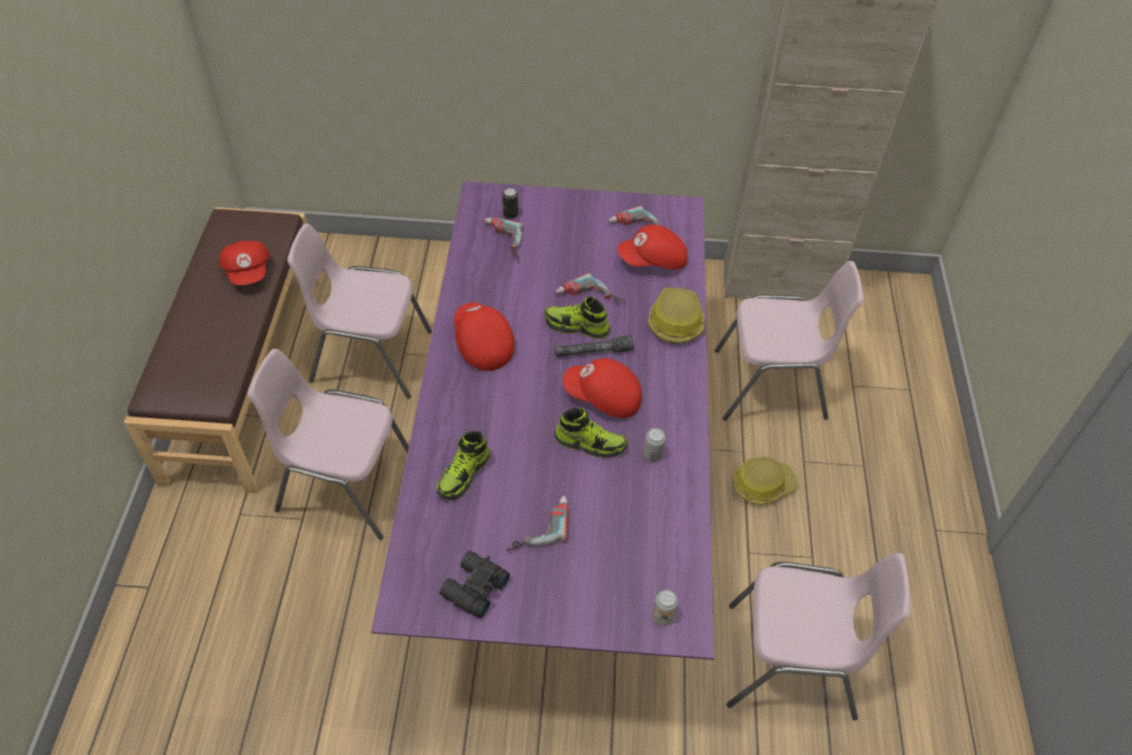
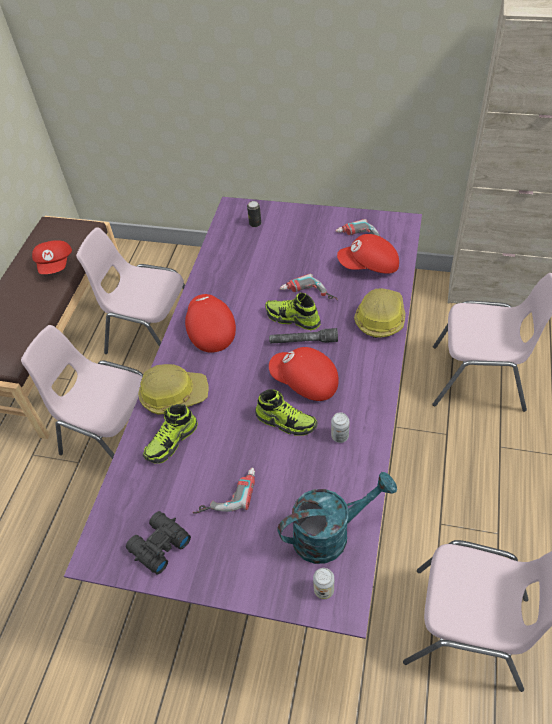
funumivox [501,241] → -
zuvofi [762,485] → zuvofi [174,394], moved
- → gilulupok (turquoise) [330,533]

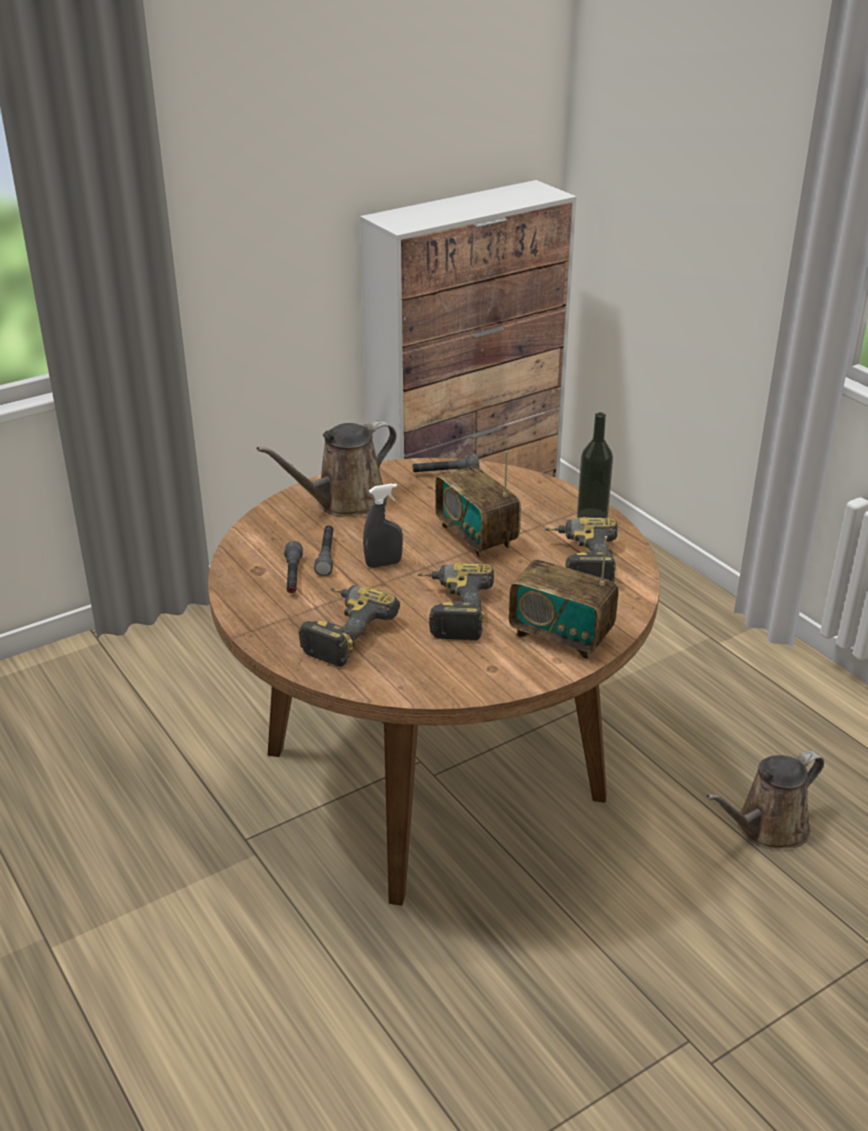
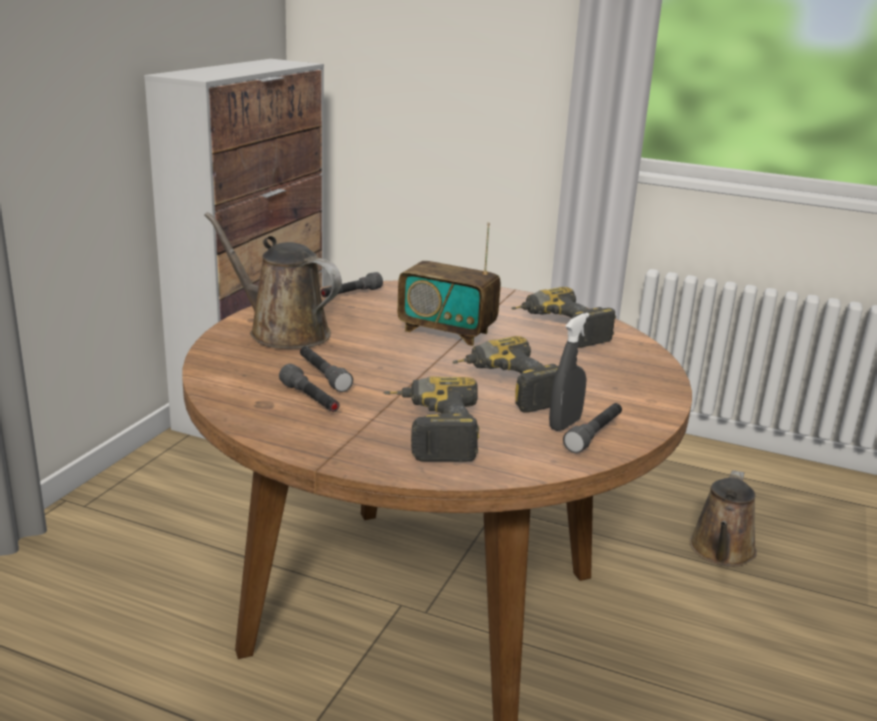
gilulupok (brown) [344,502] → gilulupok (brown) [283,332], 105 degrees clockwise
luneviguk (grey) [383,564] → luneviguk (grey) [565,424], moved
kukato [561,636] → -
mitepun [592,516] → -
- → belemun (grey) [594,435]

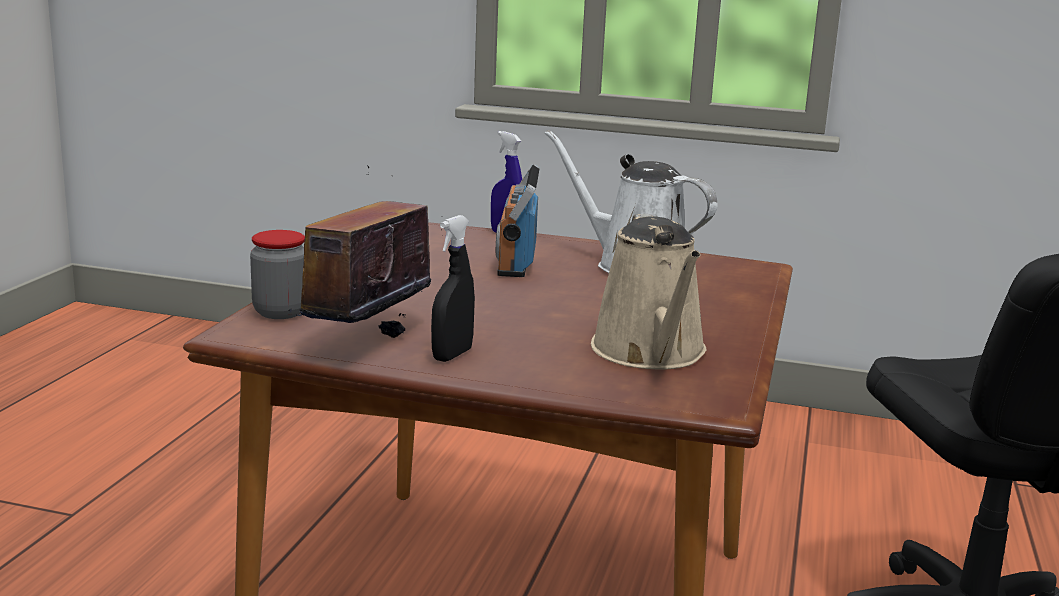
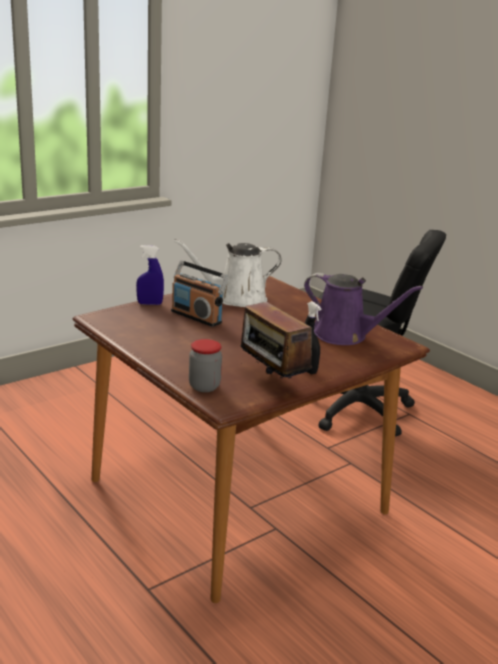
gilulupok (beige) [651,353] → gilulupok (purple) [344,335]

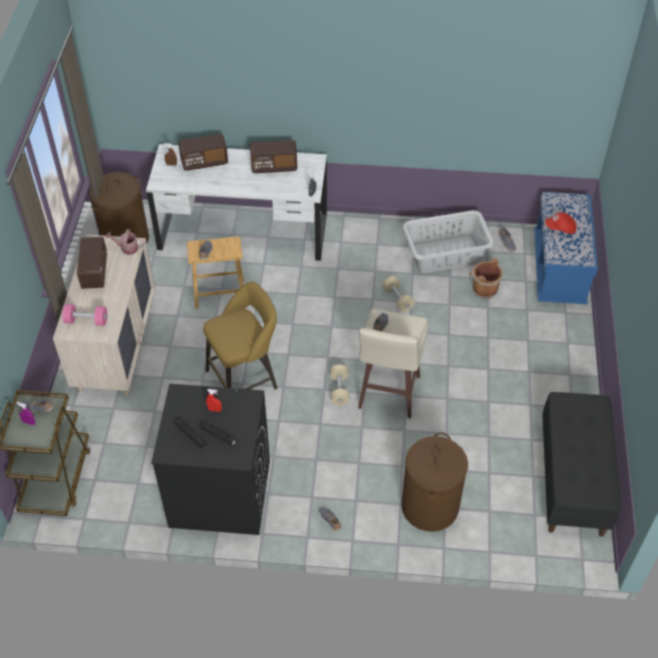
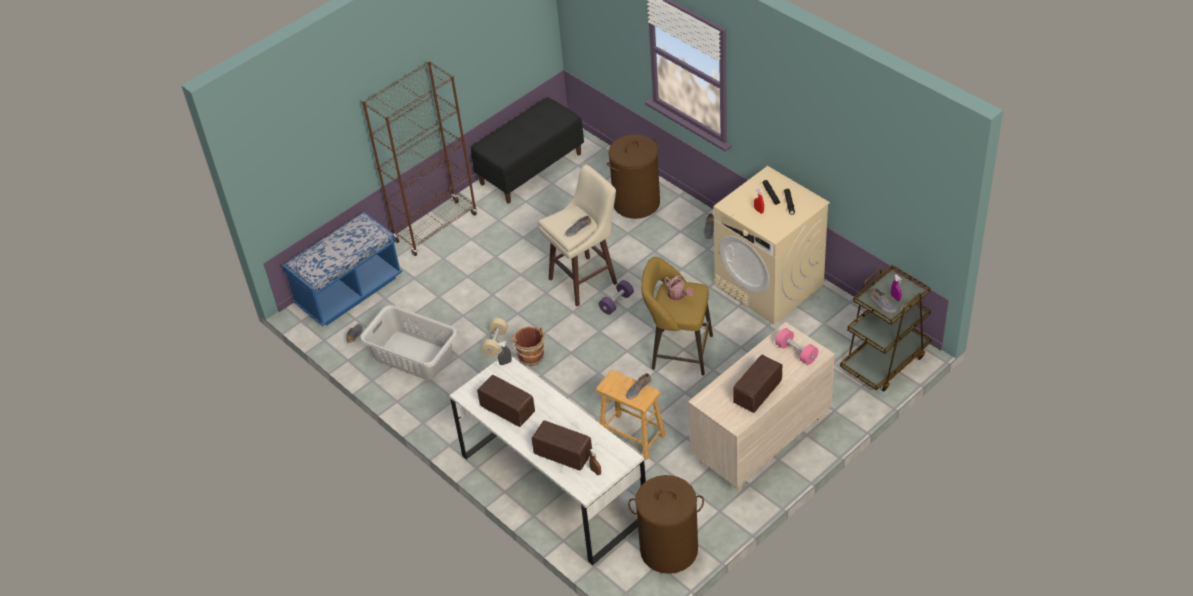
gilulupok [127,248] → gilulupok [678,295], moved
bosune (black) [219,493] → bosune (beige) [769,285]
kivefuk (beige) [339,390] → kivefuk (purple) [616,303]
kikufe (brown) [483,289] → kikufe (brown) [531,357], moved
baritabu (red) [560,228] → -
- → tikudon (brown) [435,228]

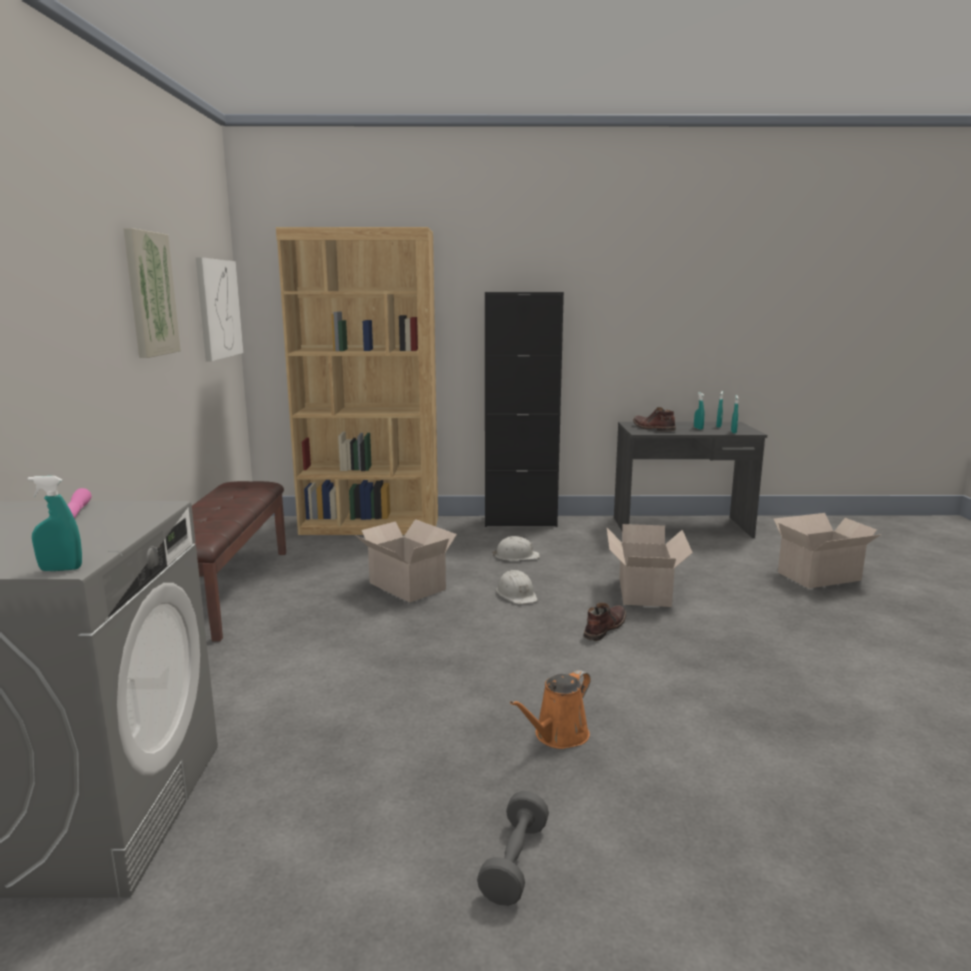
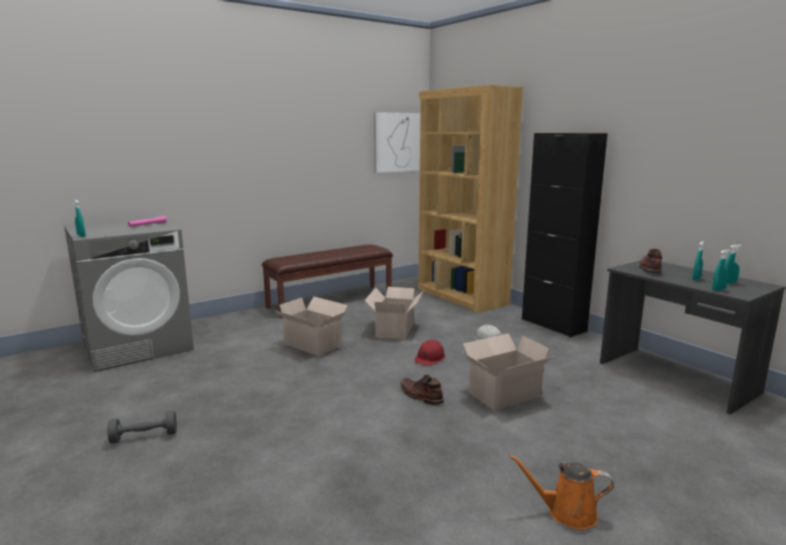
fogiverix [150,294] → -
zuvofi (white) [516,594] → zuvofi (red) [430,358]
gilulupok (orange) [558,736] → gilulupok (orange) [567,512], moved
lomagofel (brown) [604,628] → lomagofel (brown) [420,396], 135 degrees counterclockwise
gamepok [821,576] → gamepok [313,345], moved

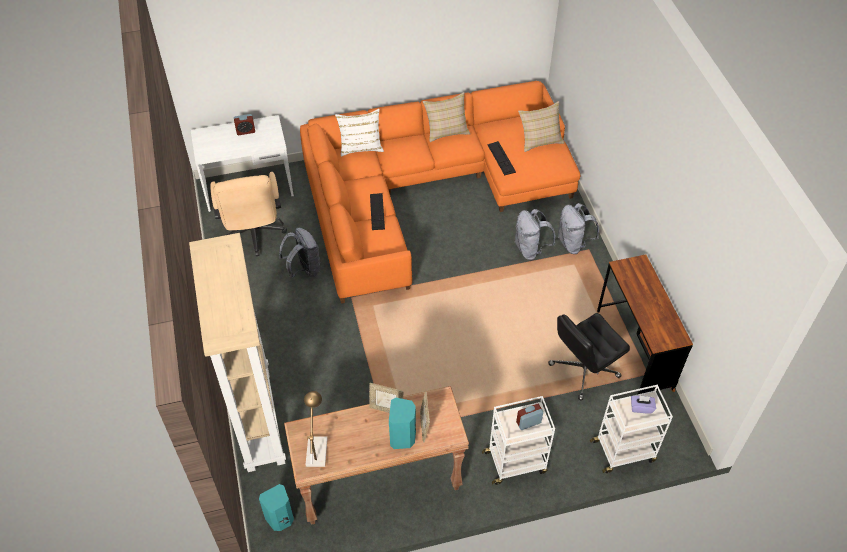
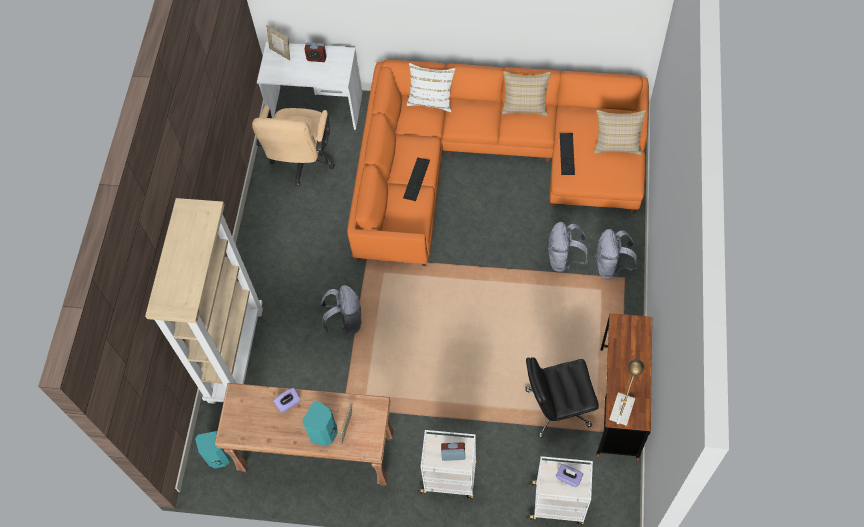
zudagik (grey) [304,269] → zudagik (grey) [345,322], moved
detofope [316,447] → detofope [622,405], moved
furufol [386,409] → furufol [281,53], moved
- → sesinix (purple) [288,403]

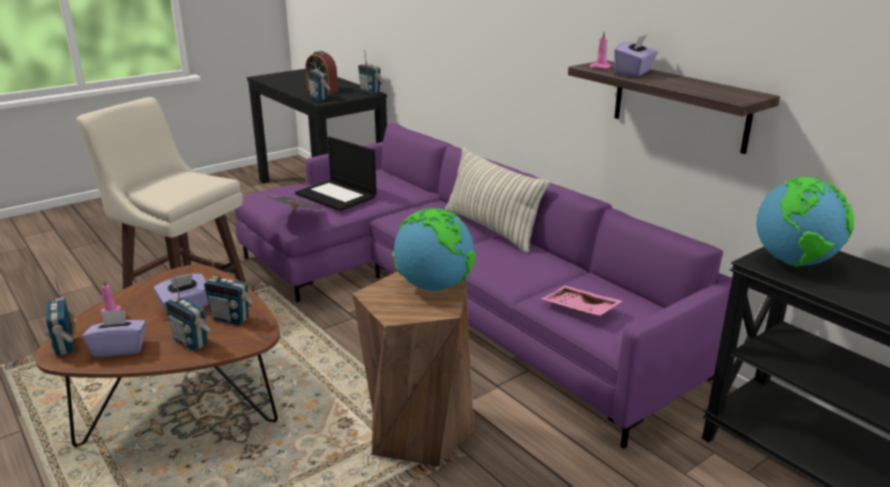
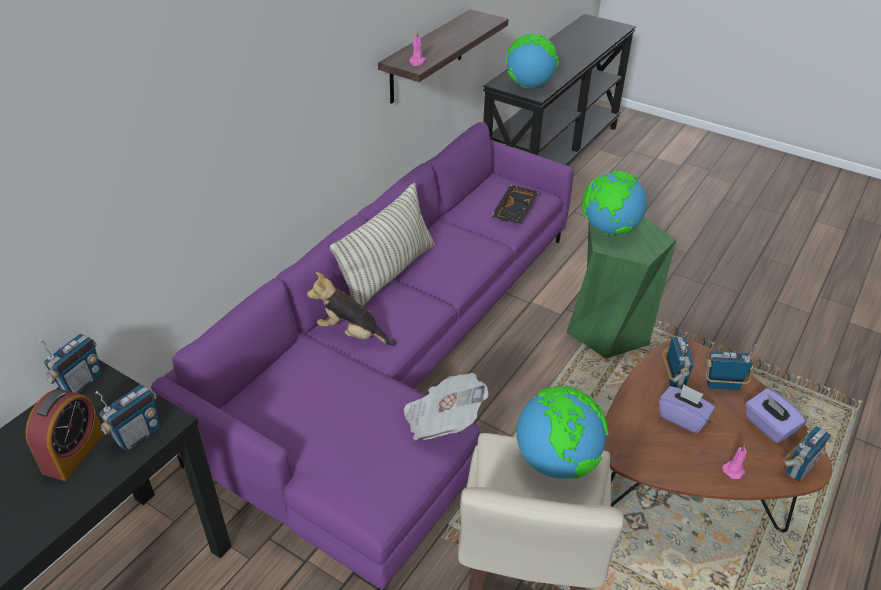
kukato [191,342] → kukato [722,385], 105 degrees counterclockwise
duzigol [337,195] → -
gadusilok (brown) [417,431] → gadusilok (green) [608,330]
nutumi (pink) [579,310] → nutumi (black) [515,210]
sesinix (purple) [634,72] → -
- → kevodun [352,334]
- → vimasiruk [556,461]

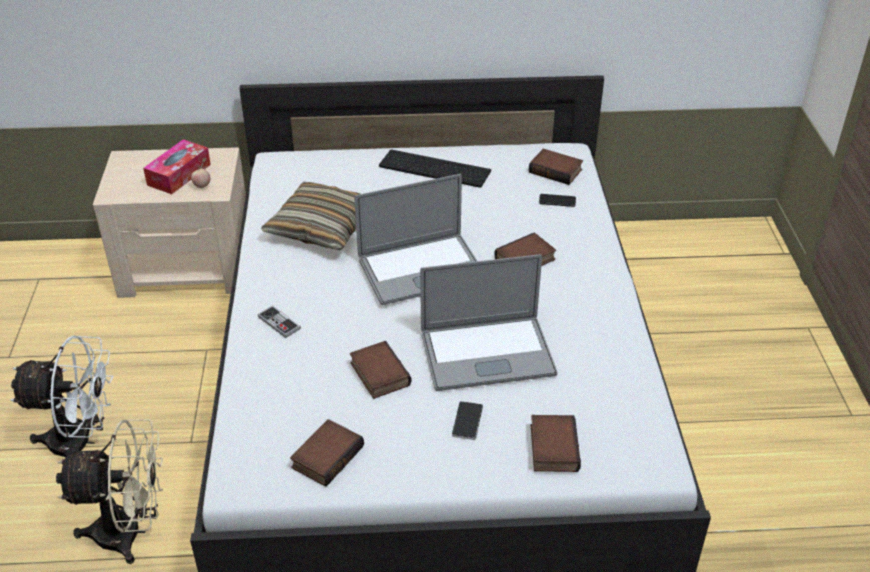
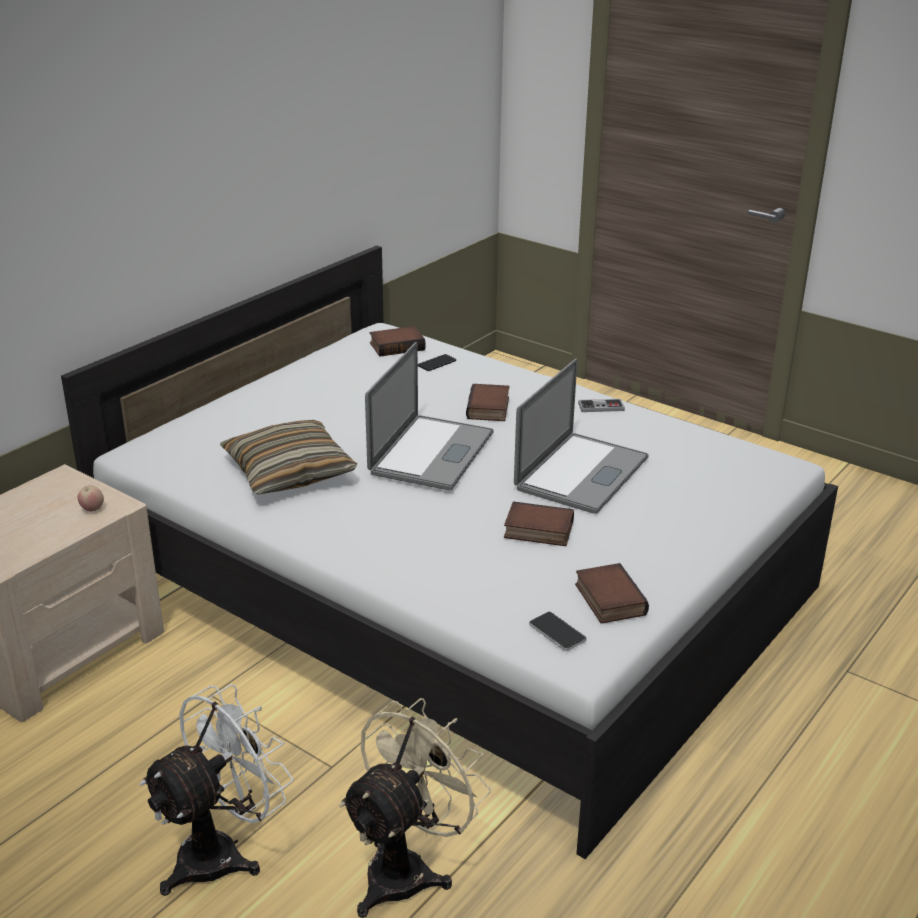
sesinix [179,175] → -
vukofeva [279,323] → vukofeva [601,407], moved
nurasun [433,169] → -
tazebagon [467,421] → tazebagon [557,633], moved
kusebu [552,447] → -

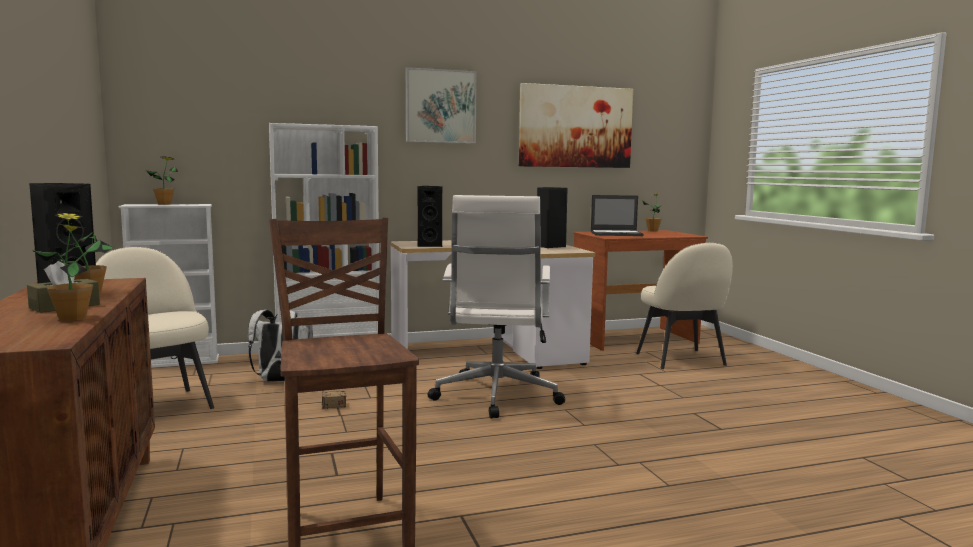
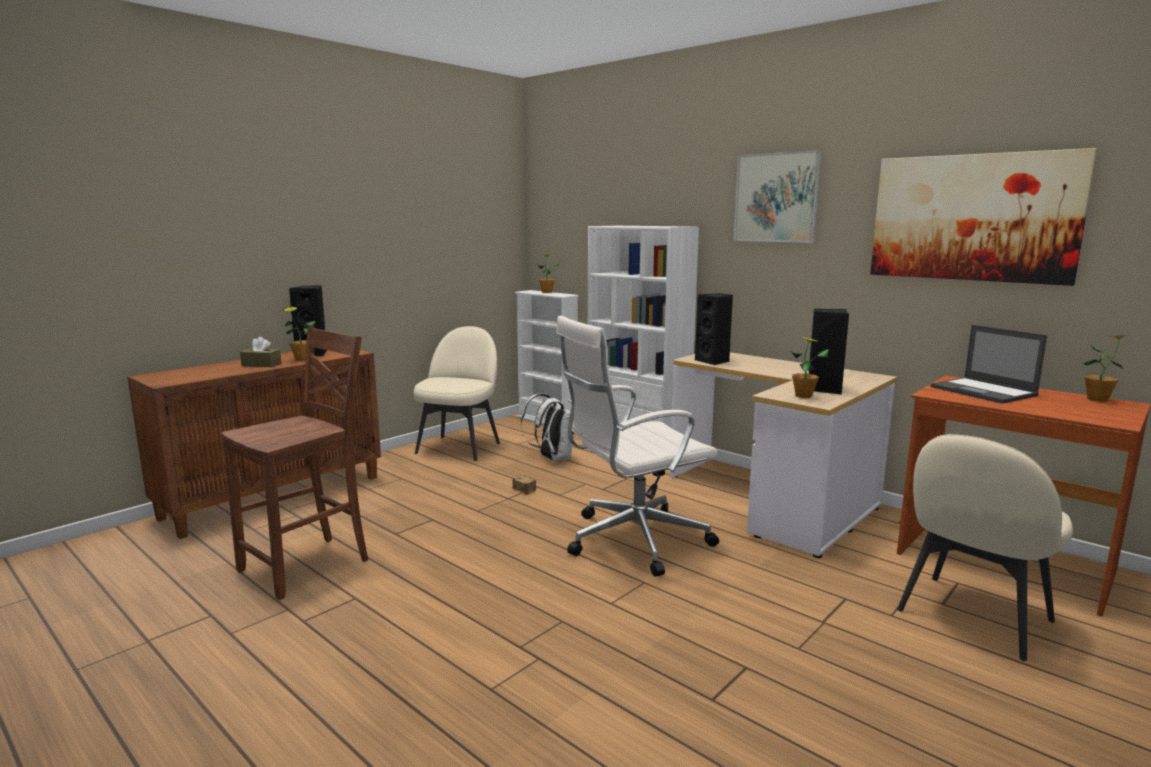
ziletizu [72,318] → ziletizu [803,396], moved

